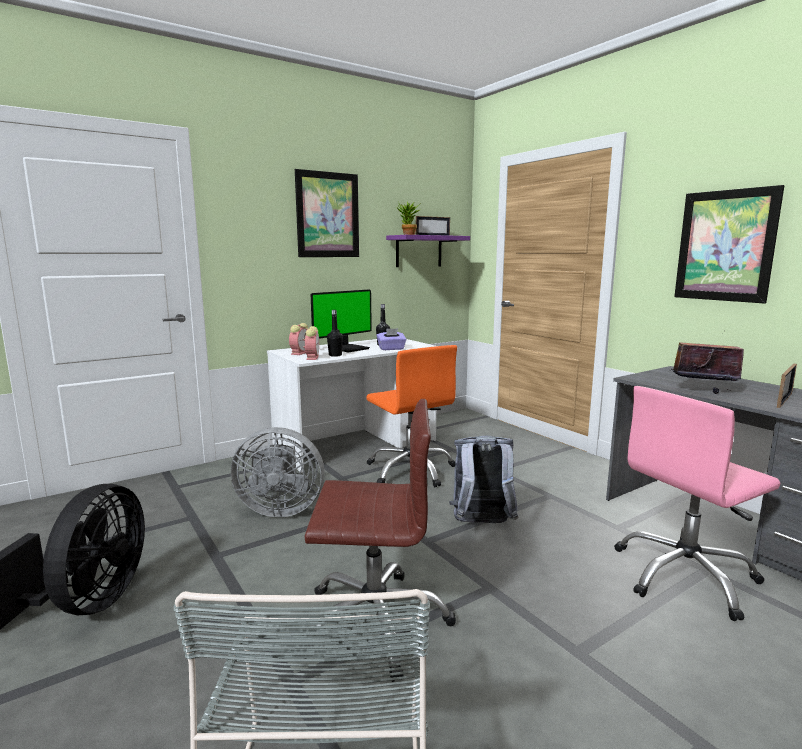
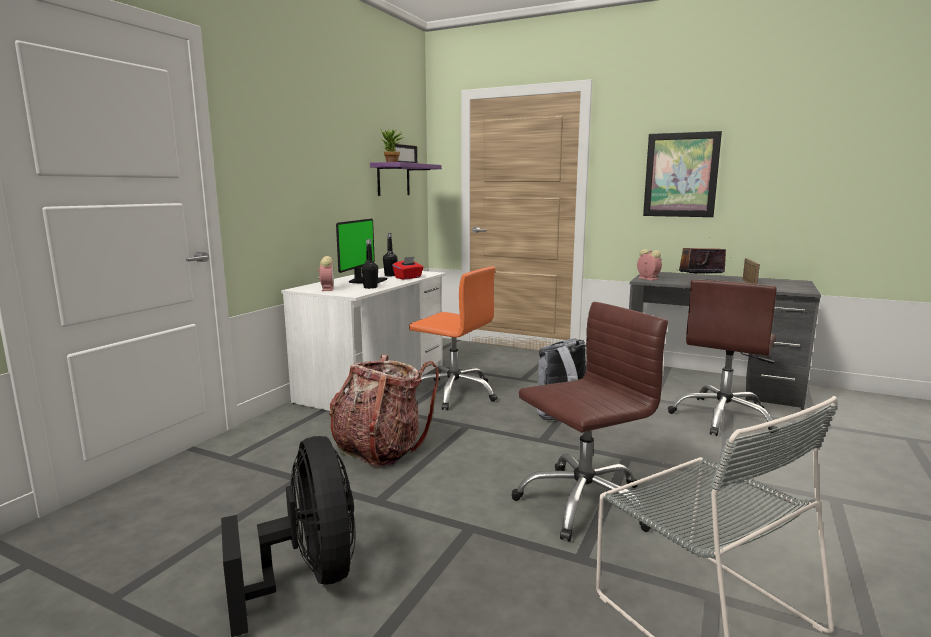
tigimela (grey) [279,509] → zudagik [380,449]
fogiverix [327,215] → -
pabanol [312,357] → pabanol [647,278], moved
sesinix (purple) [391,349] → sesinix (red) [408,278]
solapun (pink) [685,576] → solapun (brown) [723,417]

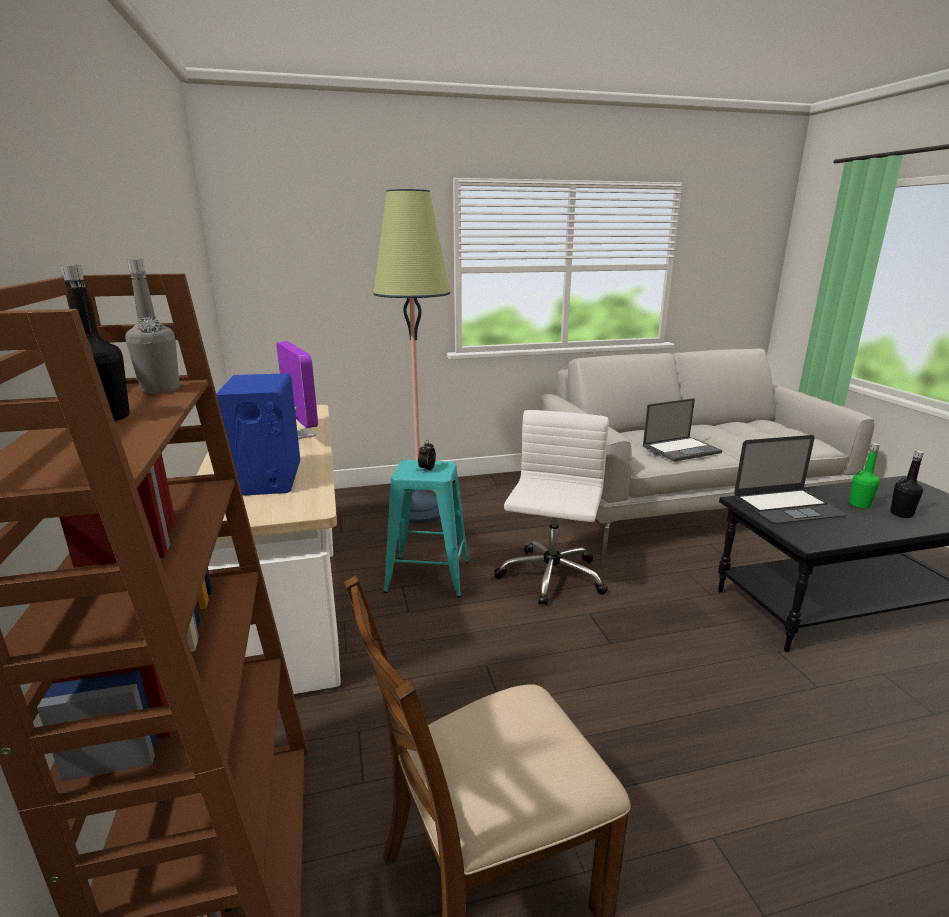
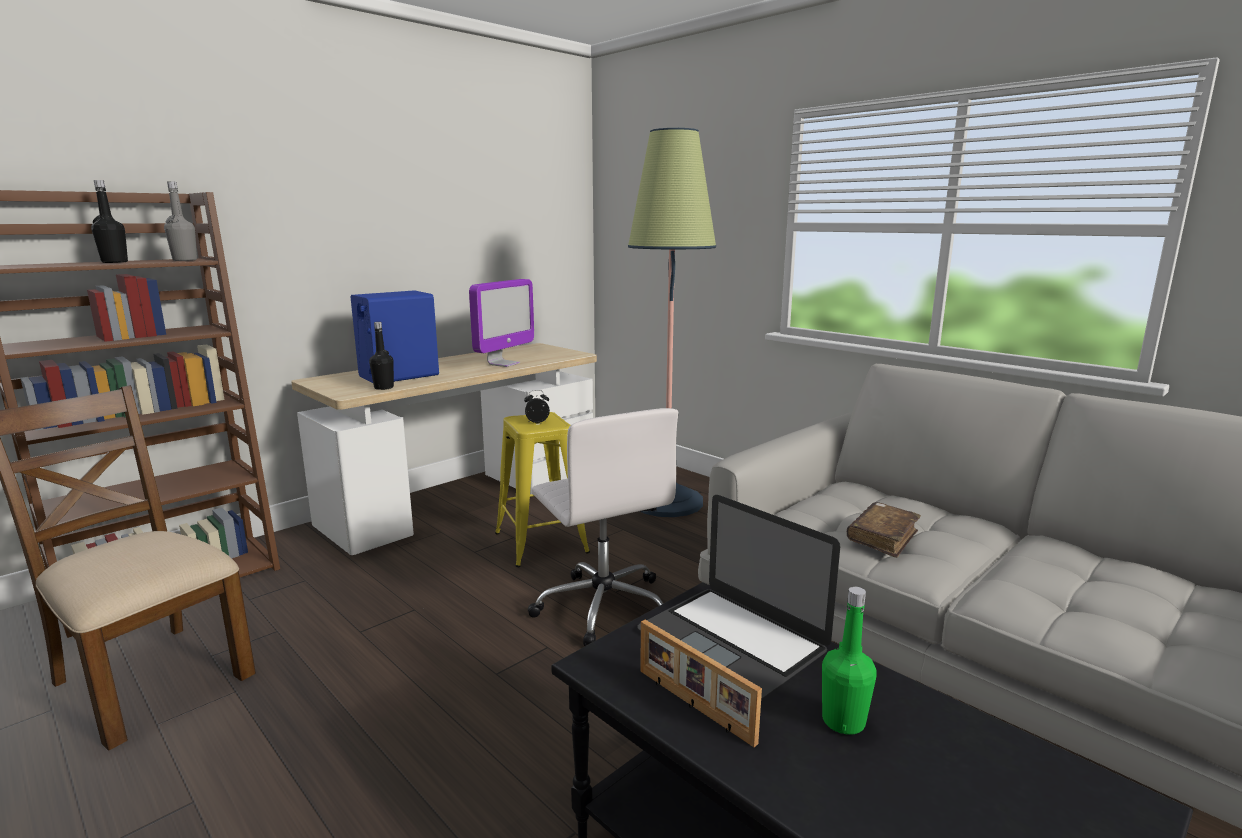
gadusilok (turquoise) [427,576] → gadusilok (yellow) [541,543]
solapun (white) [550,577] → solapun (white) [602,605], 75 degrees clockwise
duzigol [681,449] → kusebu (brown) [882,538]
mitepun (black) [901,514] → mitepun (black) [384,387], moved
- → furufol [693,706]

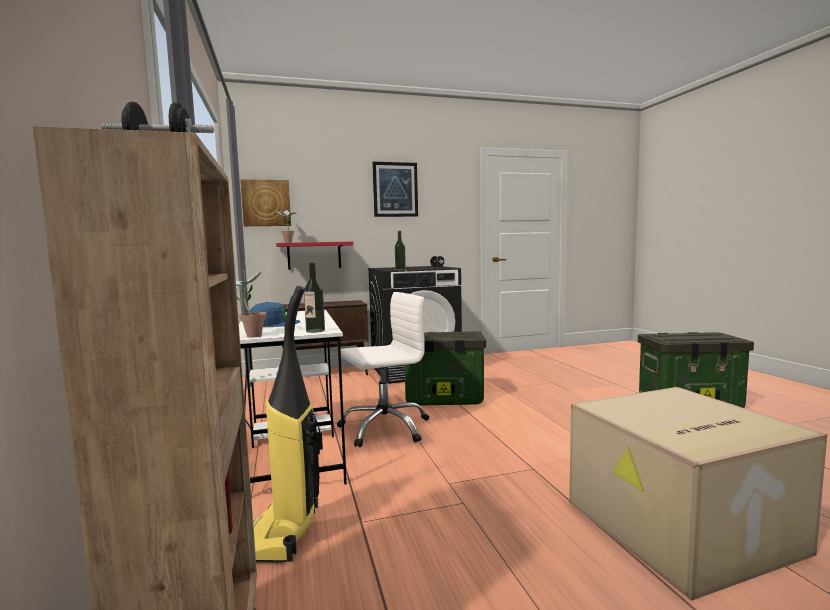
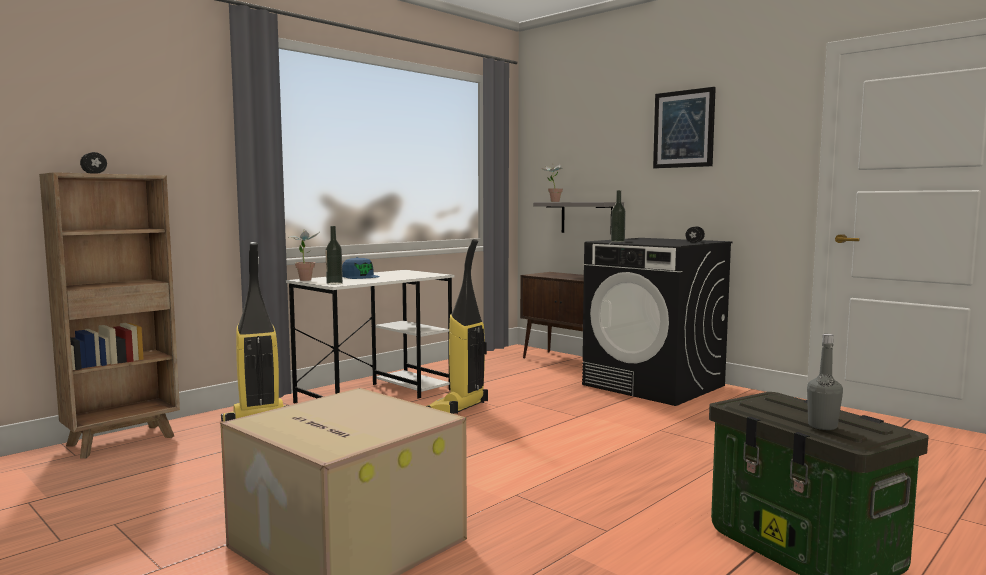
fogiverix [266,203] → -
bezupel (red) [314,255] → bezupel (grey) [587,217]
solapun (white) [385,428] → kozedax [458,408]
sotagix [442,398] → -
- → mitepun (grey) [822,426]

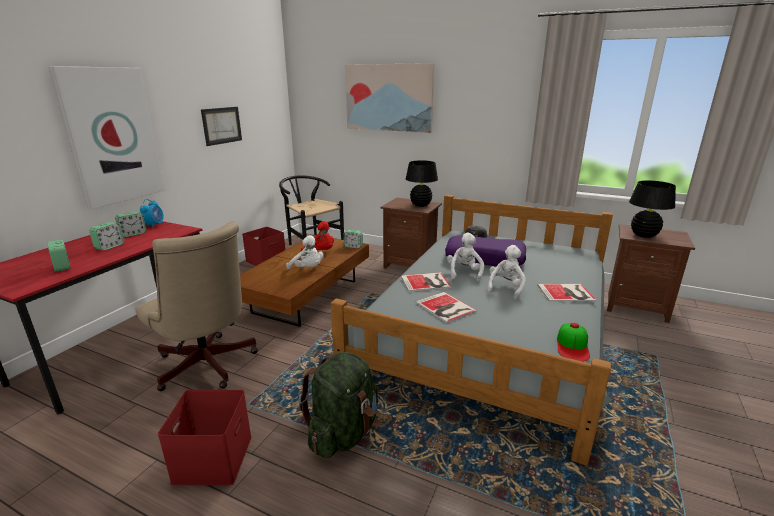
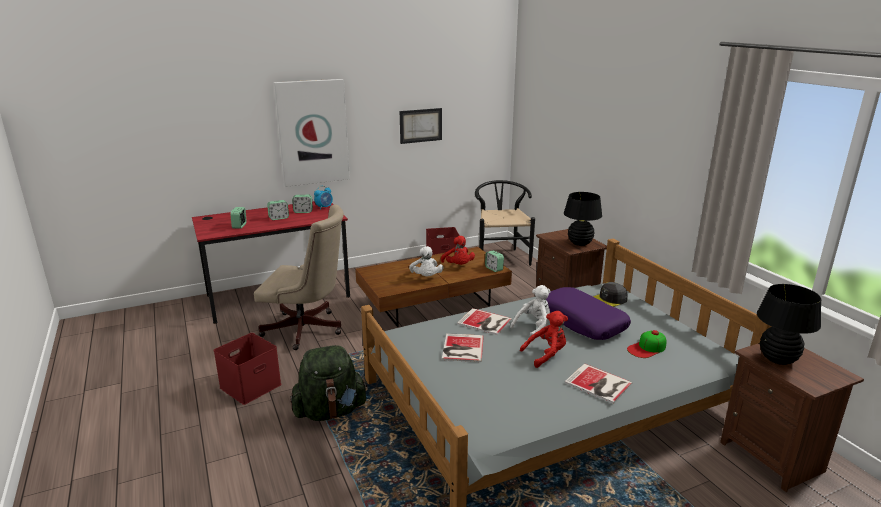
solapun (beige) [207,367] → solapun (beige) [307,330], 75 degrees counterclockwise
fogiverix [389,98] → -
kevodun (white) [505,288] → kevodun (red) [546,355]
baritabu [572,346] → baritabu [647,348], moved

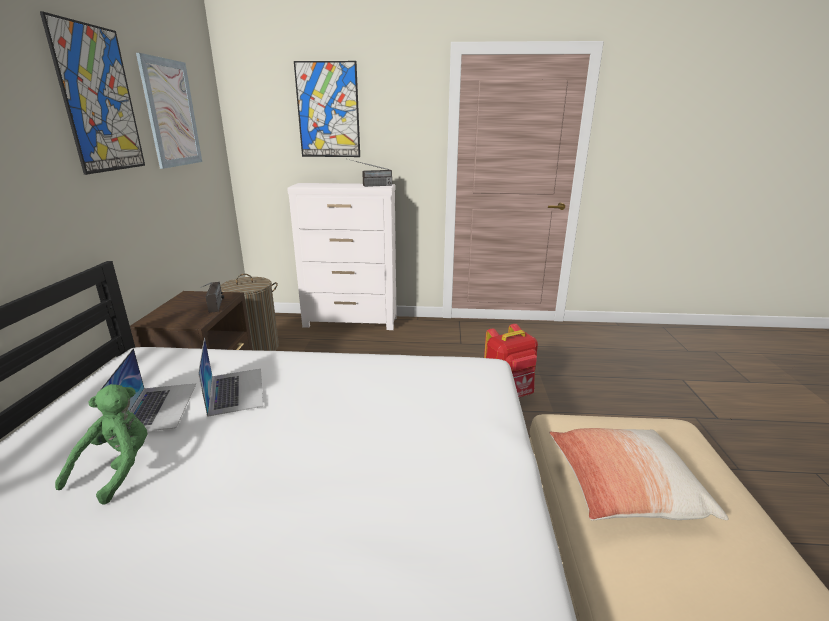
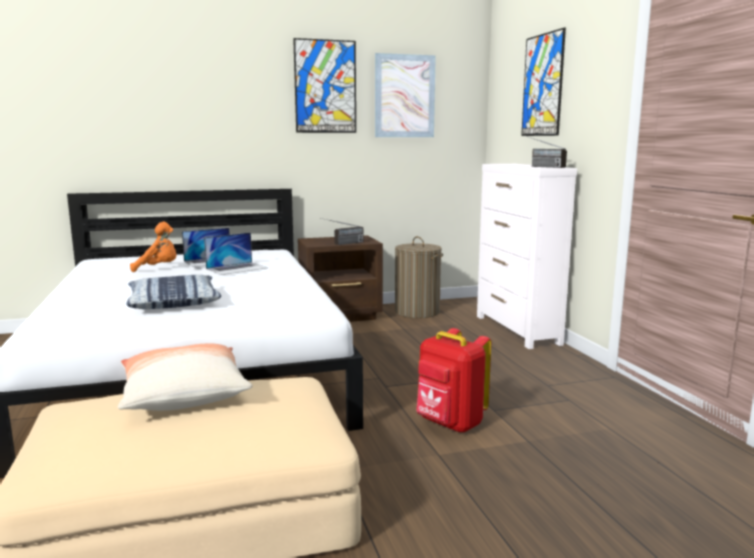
kevodun (green) [117,469] → kevodun (orange) [158,268]
- → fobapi [173,302]

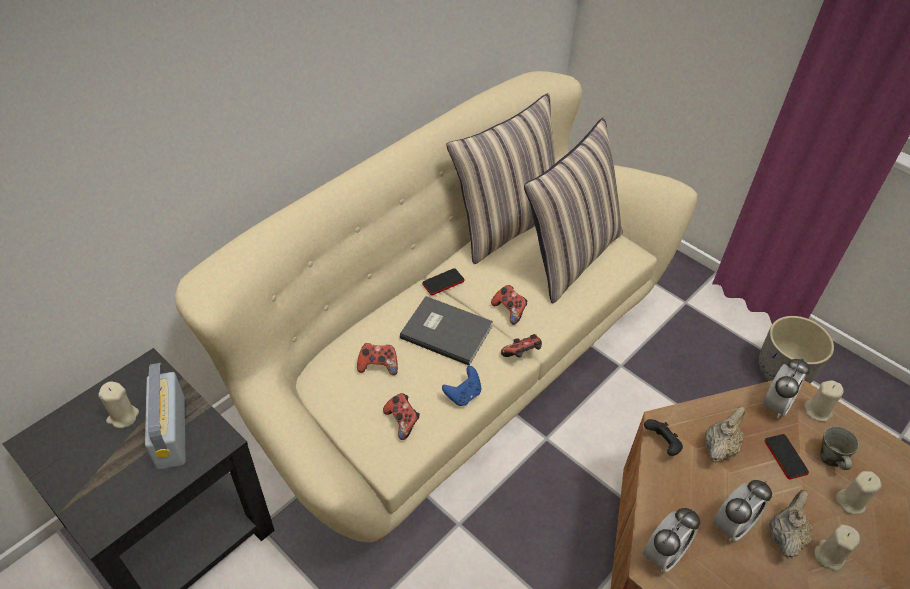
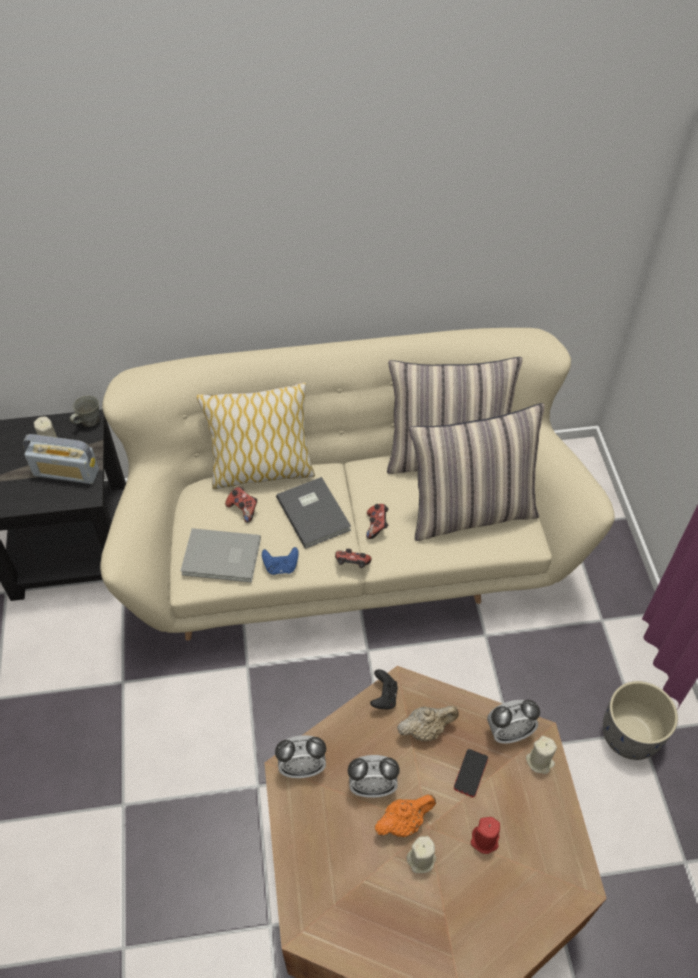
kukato [171,433] → kukato [66,472], 105 degrees counterclockwise
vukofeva [402,421] → kusebu (grey) [222,558]
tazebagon [443,282] → -
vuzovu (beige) [784,535] → vuzovu (orange) [403,822]
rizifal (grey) [831,458] → rizifal (grey) [89,421], moved
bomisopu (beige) [850,501] → bomisopu (red) [485,840]
- → fobapi [261,471]

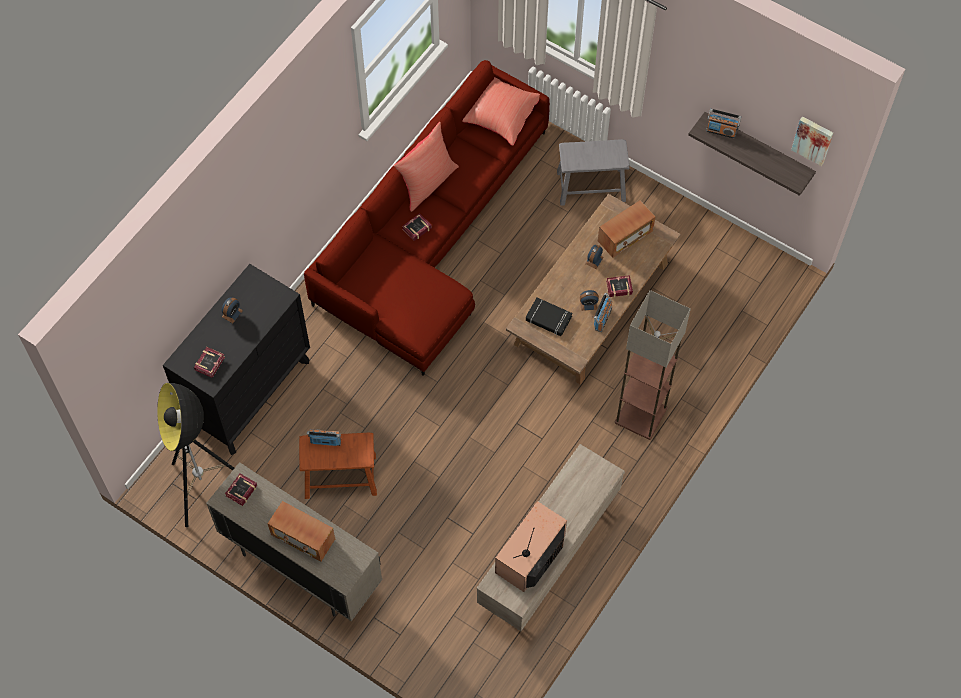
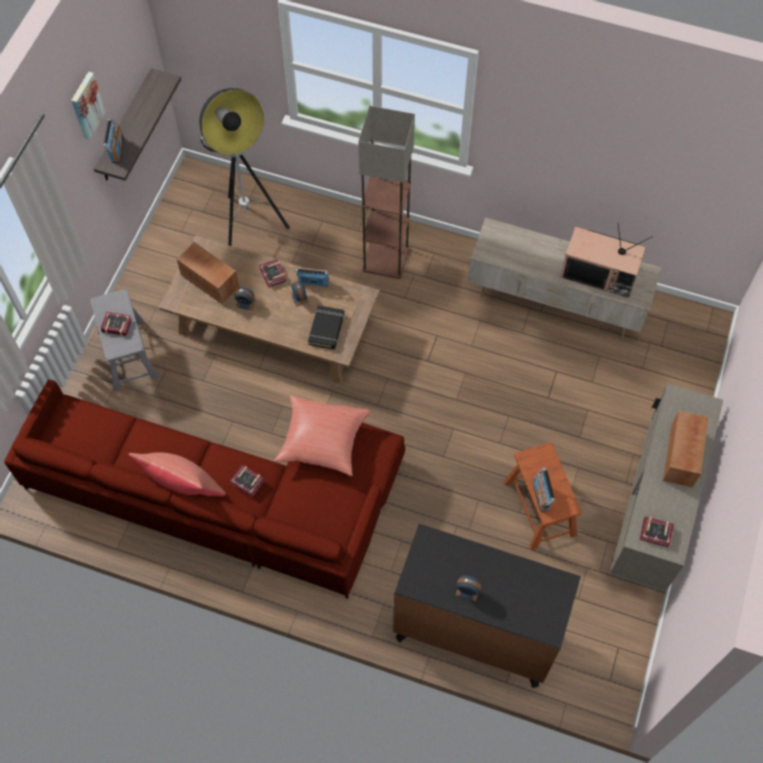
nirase [204,489] → nirase [248,225], moved
kusebu [211,363] → kusebu [115,324], moved
fobapi (red) [500,116] → fobapi (red) [322,442], moved
fogiverix [813,139] → fogiverix [86,105], moved

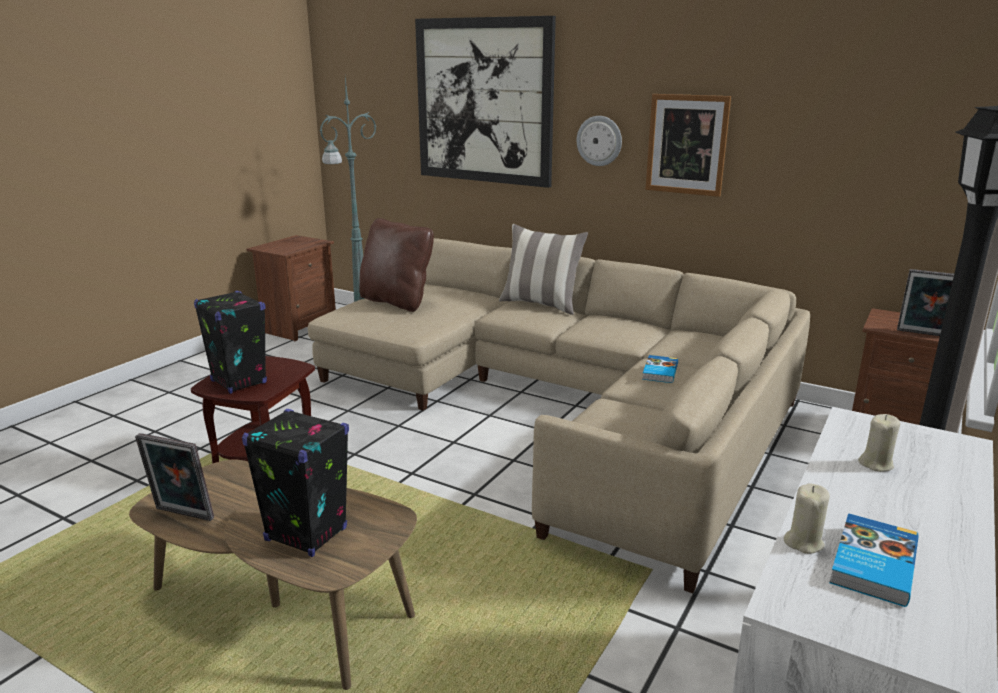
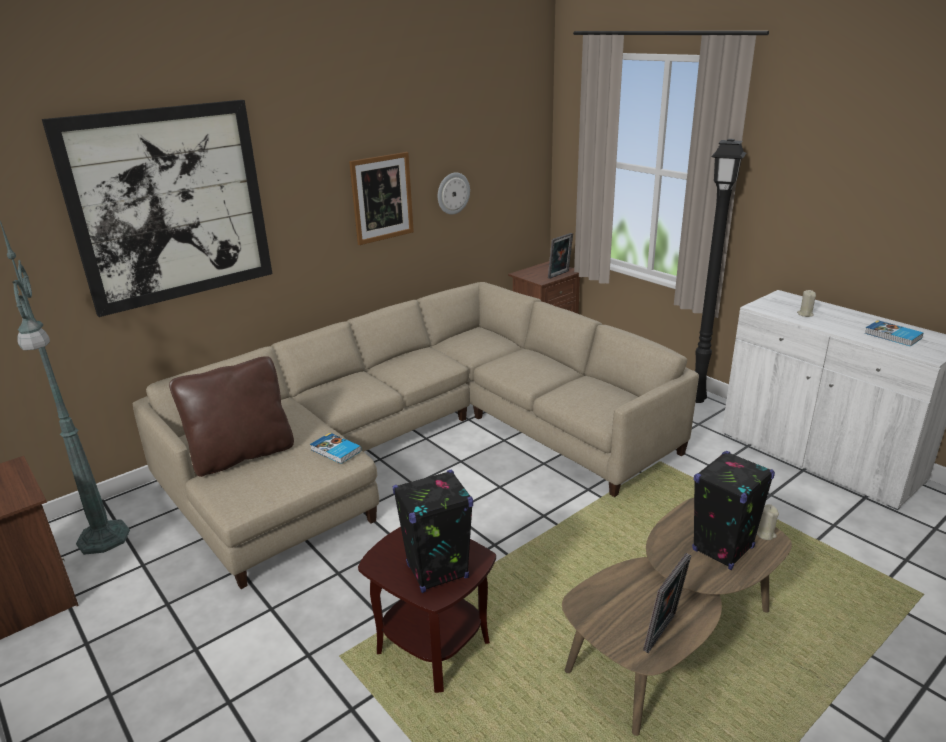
fobapi [541,304] → -
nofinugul [599,140] → nofinugul [453,193], moved
kusebu [659,372] → kusebu [335,451], moved
bomisopu (beige) [803,542] → bomisopu (beige) [764,534], moved

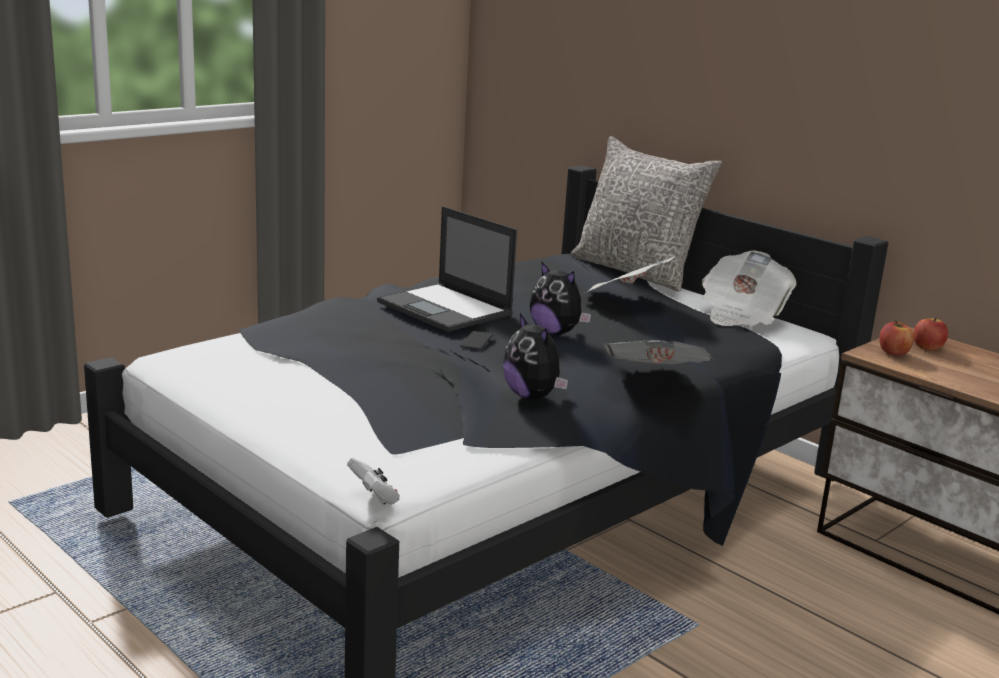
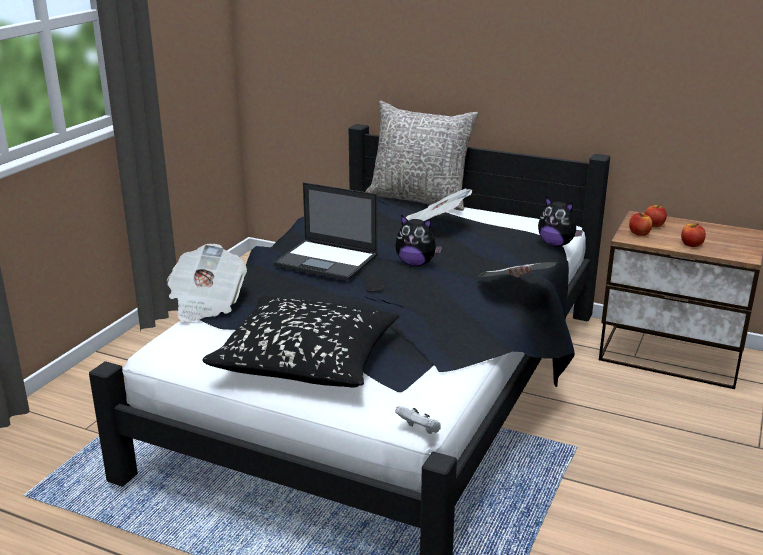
kevodun [532,396] → kevodun [556,244], moved
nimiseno [741,314] → nimiseno [206,303], moved
- → fobapi (black) [307,360]
- → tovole [691,244]

